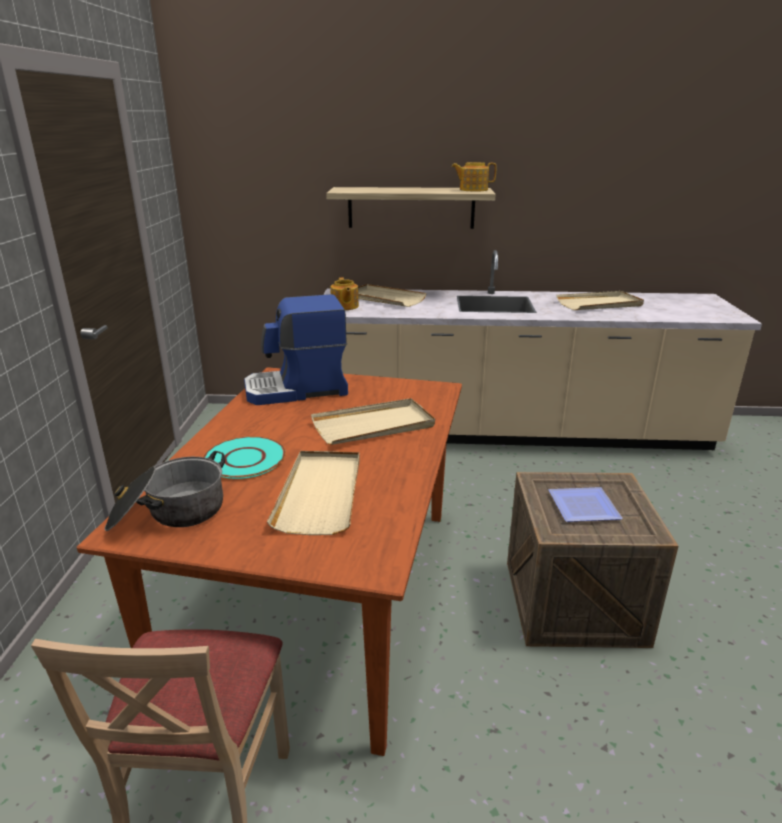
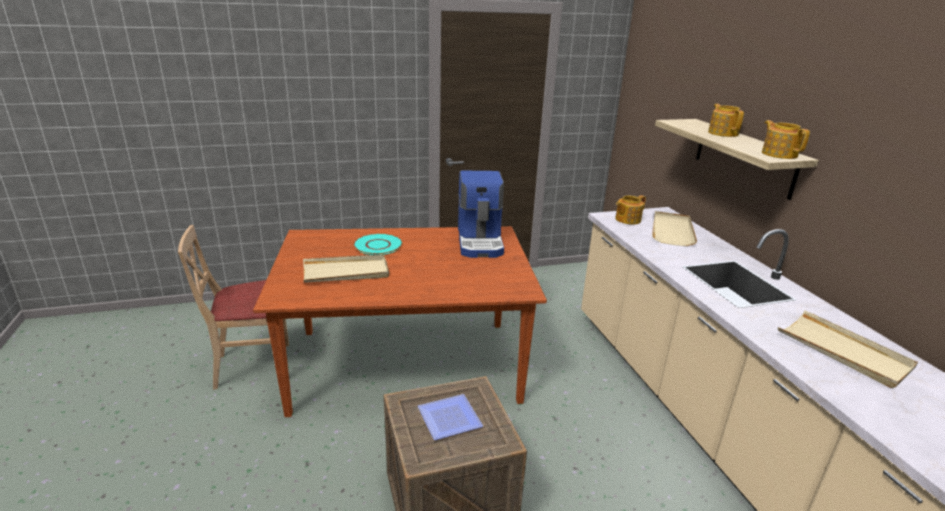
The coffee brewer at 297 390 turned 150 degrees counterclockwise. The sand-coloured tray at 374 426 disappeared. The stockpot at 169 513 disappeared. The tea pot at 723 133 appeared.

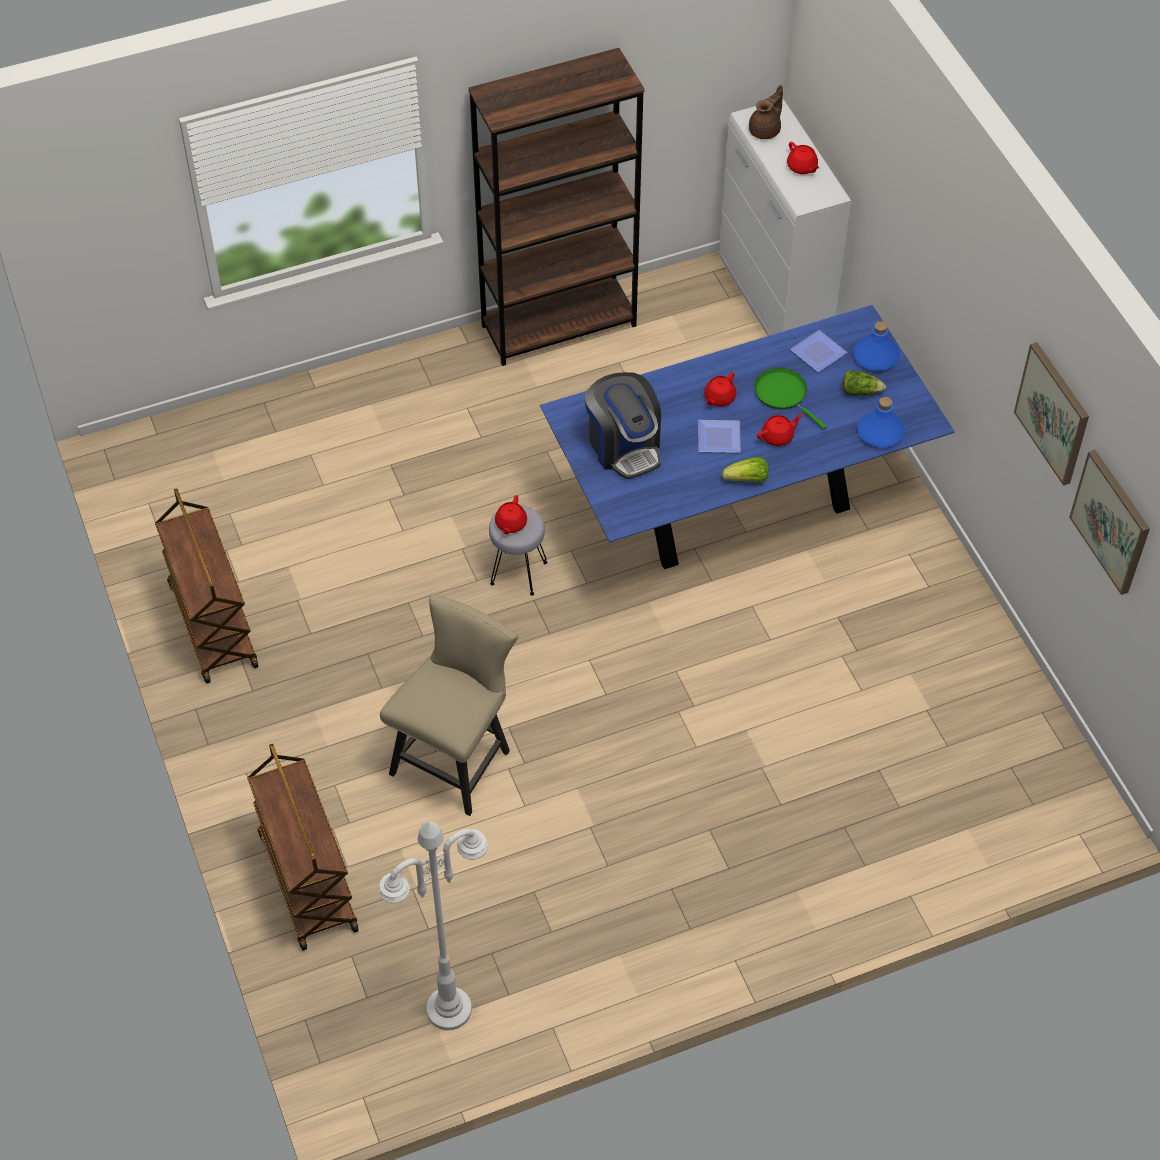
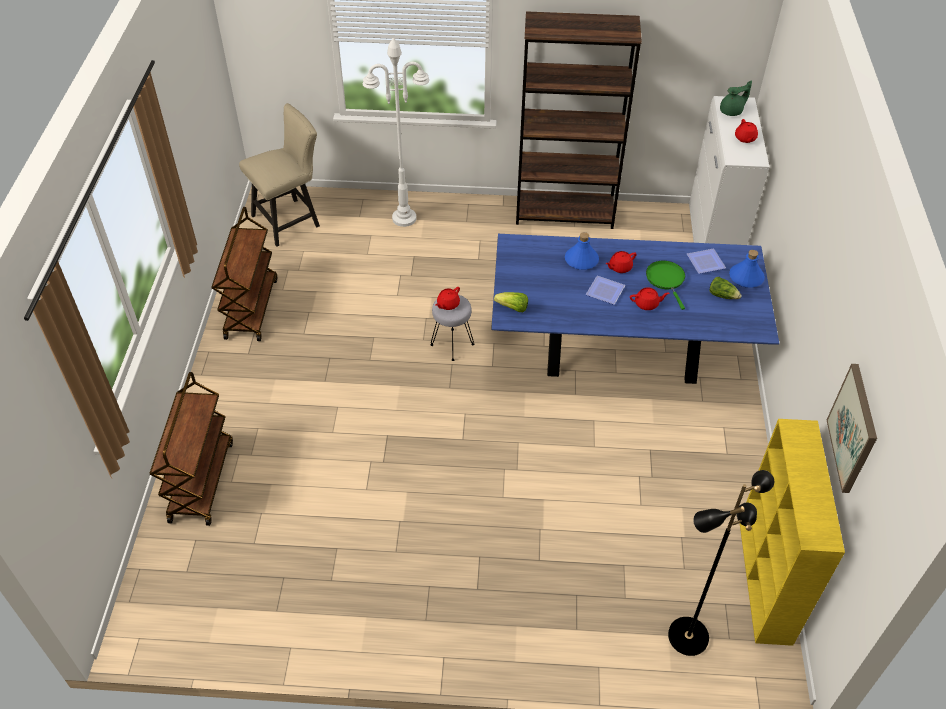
The brown tea pot at 766 130 became the green tea pot at 732 111. The picture at 1053 413 disappeared. The coffee brewer at 624 446 disappeared. The blue-coloured drink bottle moved from 880 432 to 581 260. The head of lettuce moved from 747 479 to 512 308. The sand-coloured chair moved from 456 757 to 290 220. The whitish standard lamp moved from 448 1010 to 404 218. The yellow-coloured bookshelf at 765 581 appeared. The black standard lamp at 687 635 appeared.

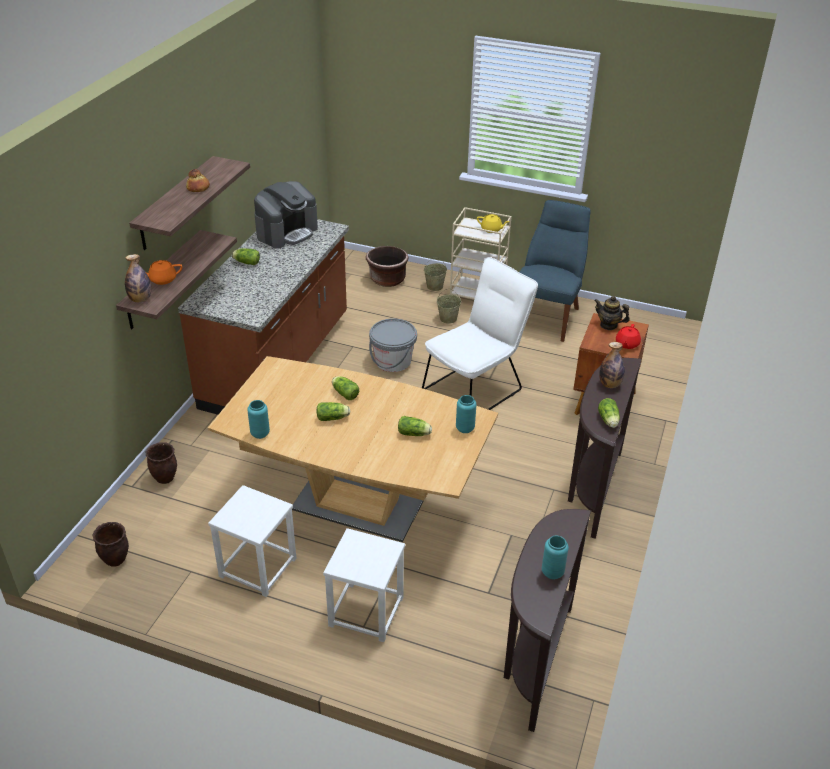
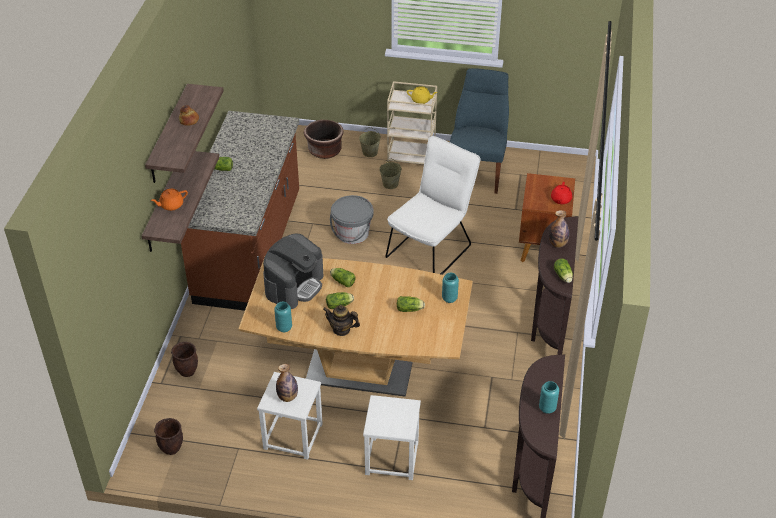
The coffee brewer moved from 287 232 to 294 285. The drink bottle moved from 140 299 to 287 397. The tea pot moved from 608 325 to 341 329.

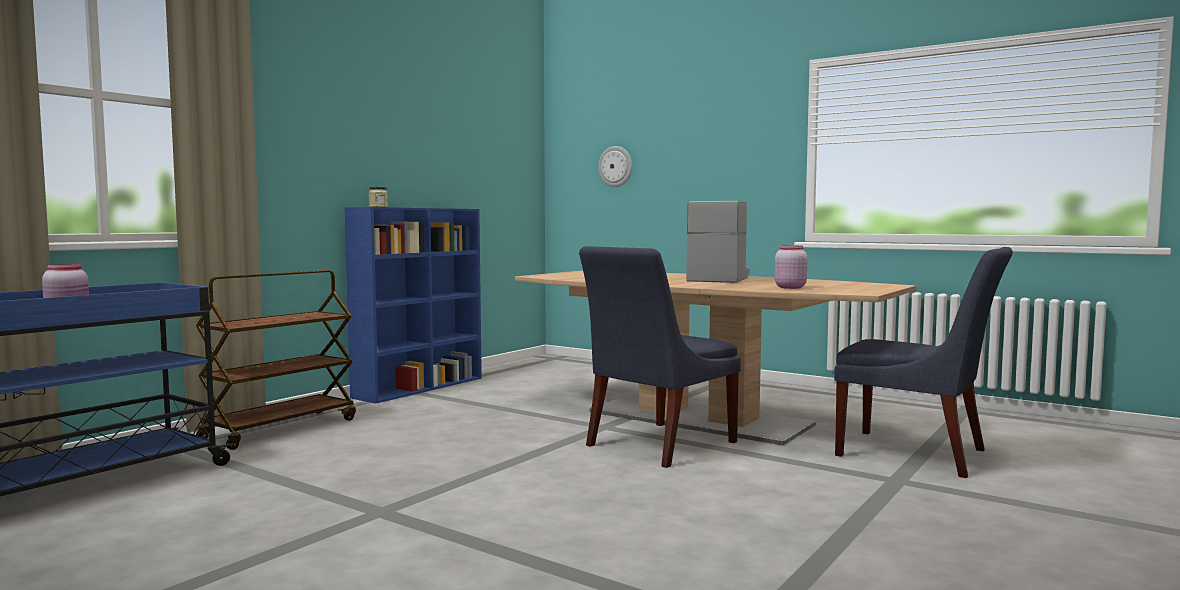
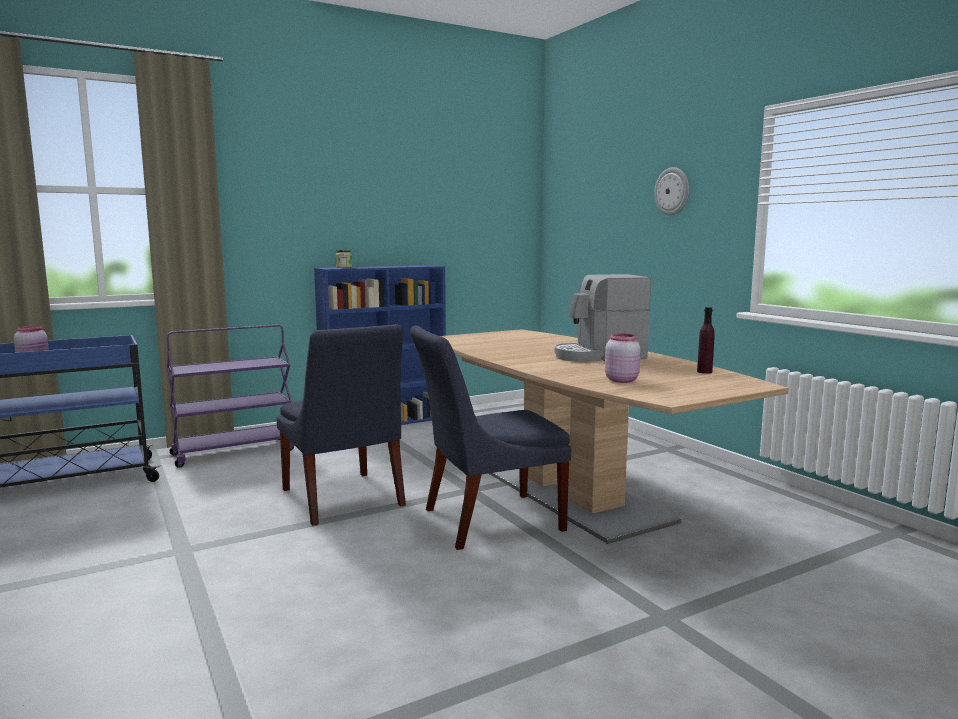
The clock on the wall moved from 615 166 to 672 191. The coffee brewer at 719 279 turned 150 degrees counterclockwise. The blue-coloured chair moved from 918 454 to 343 499. The brown wheeled cart at 280 429 became the purplish wheeled cart at 234 451. The purplish drink bottle at 704 372 appeared.

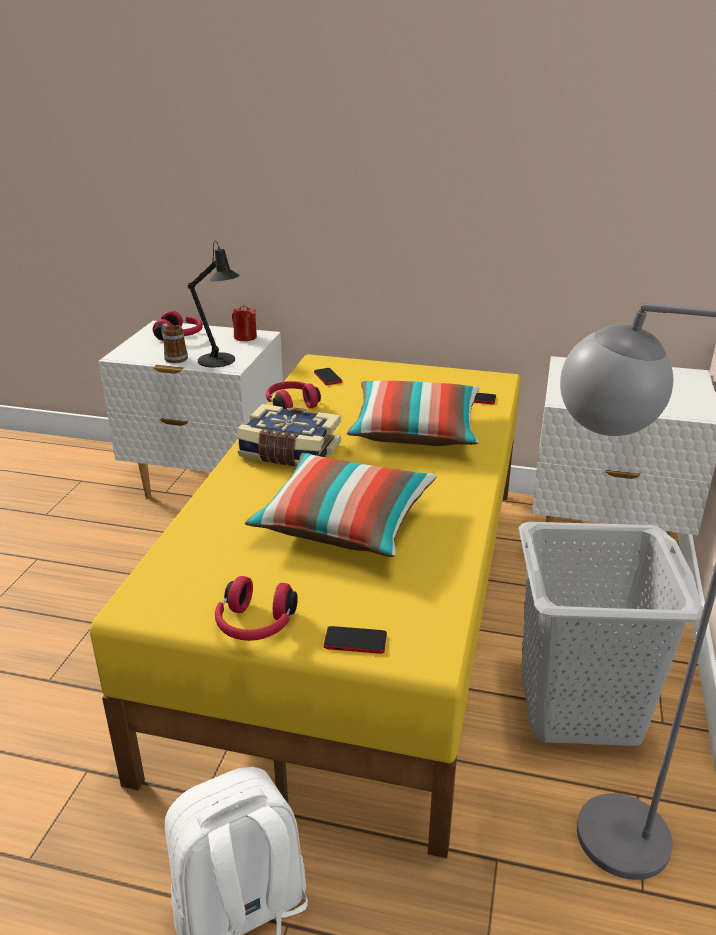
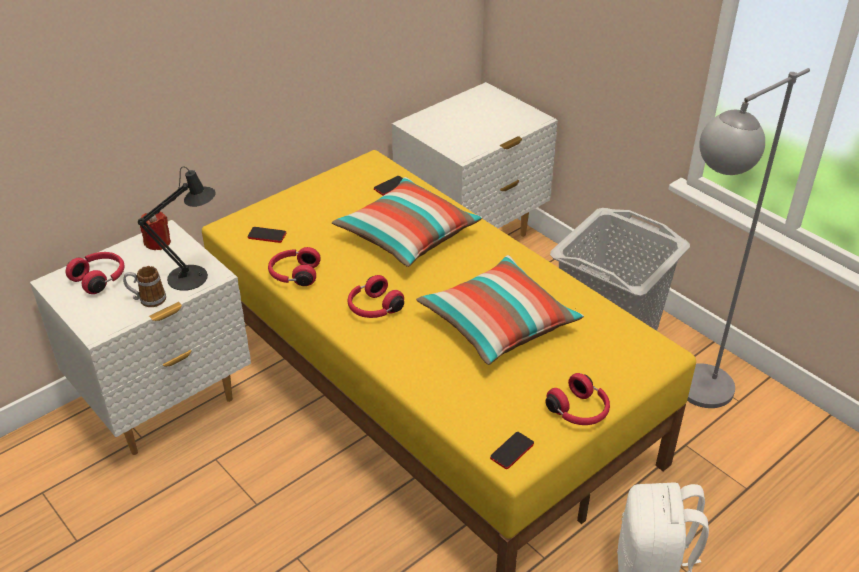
The book at 289 453 was replaced by the reddish pair of headphones at 373 308. The handset moved from 355 641 to 512 451.

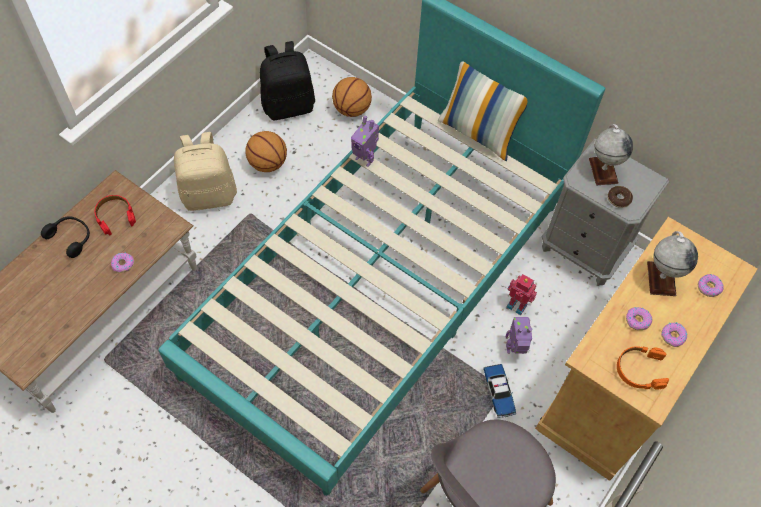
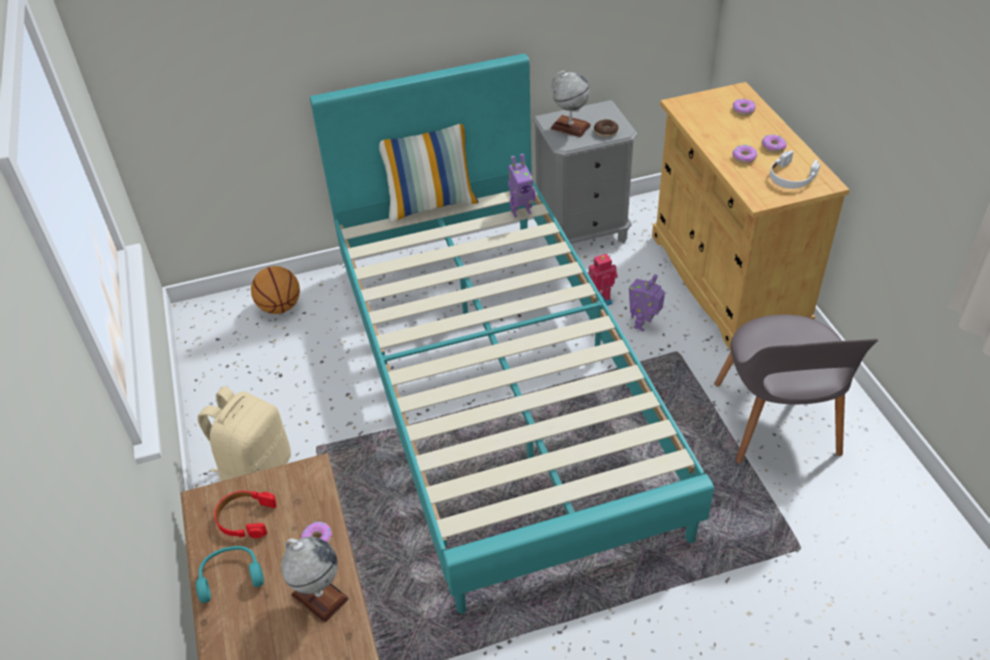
The black rucksack at 289 105 disappeared. The robot figure moved from 365 159 to 520 211. The ball for basketball at 268 163 disappeared. The black pair of headphones at 71 238 became the blue-green pair of headphones at 230 576. The globe moved from 661 278 to 319 596. The orange pair of headphones at 639 370 became the whitish pair of headphones at 791 177. The toy car at 498 392 disappeared.

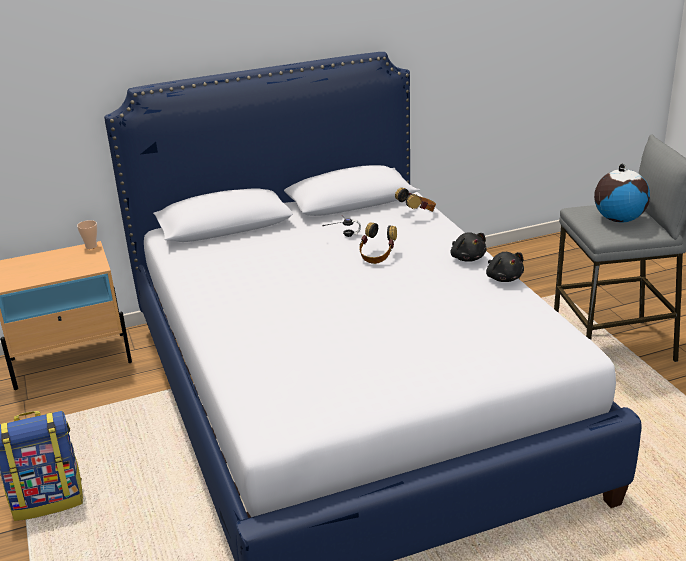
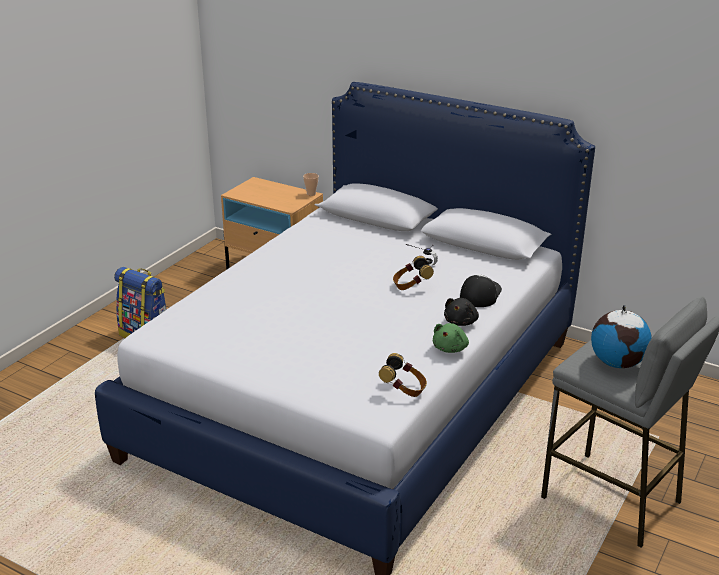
The pair of headphones moved from 417 213 to 404 390. The black plush toy at 503 278 became the green plush toy at 451 348. The baseball cap at 480 294 appeared.

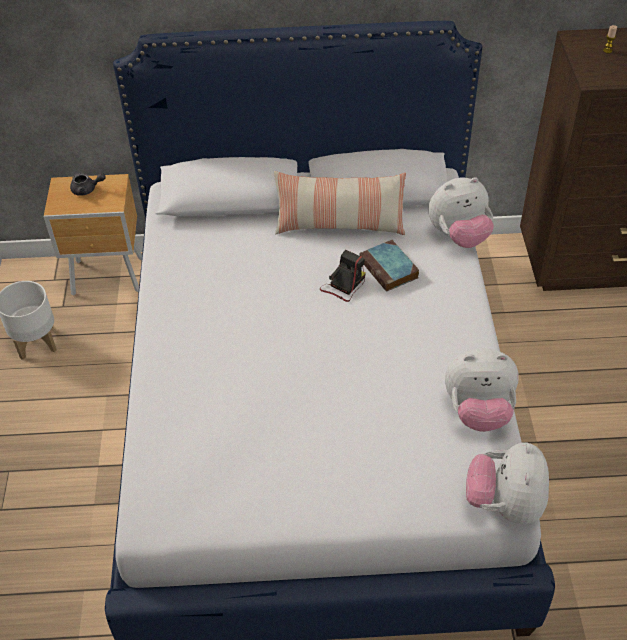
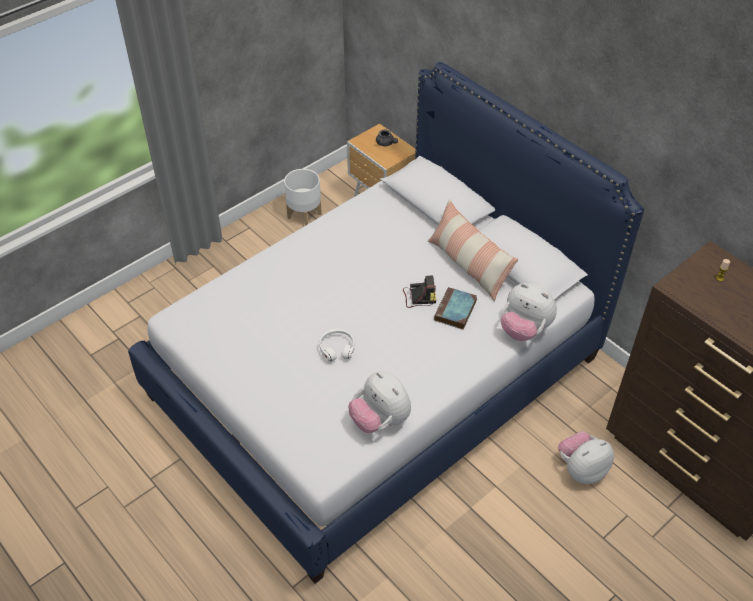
The plush toy moved from 504 503 to 581 469. The whitish pair of headphones at 337 348 appeared.

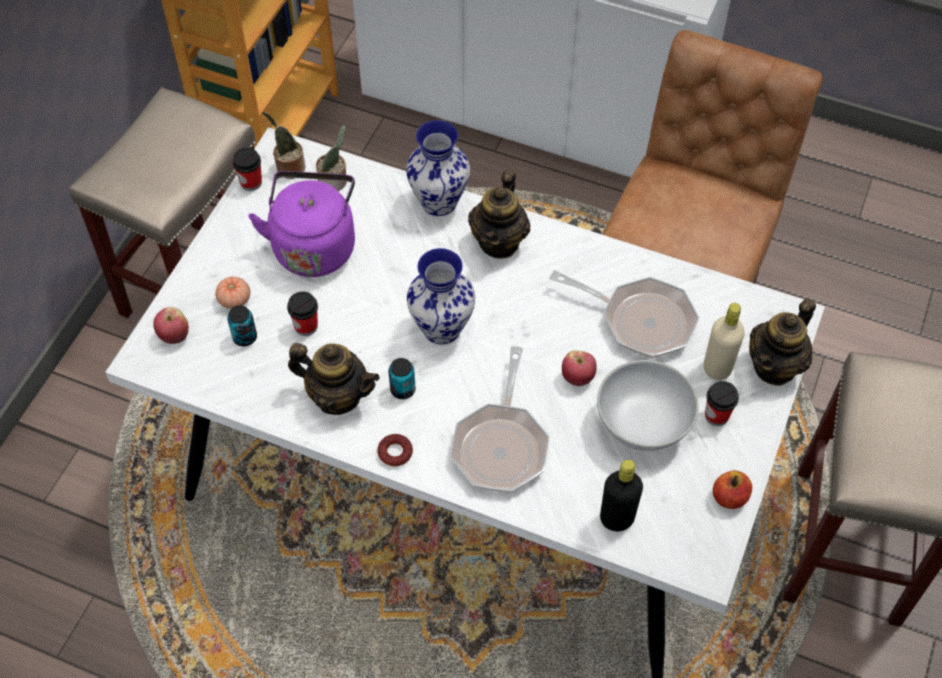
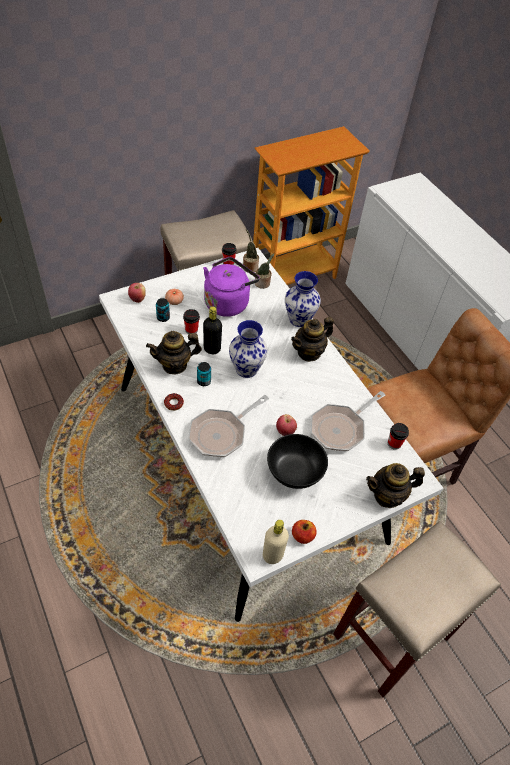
The pan at 640 320 turned 75 degrees clockwise. The sand-coloured drink bottle moved from 717 368 to 272 555. The tea pot at 337 396 turned 105 degrees clockwise. The whitish deep dish at 643 424 became the black deep dish at 295 473. The cup moved from 716 415 to 394 443. The black drink bottle moved from 617 518 to 212 349.

